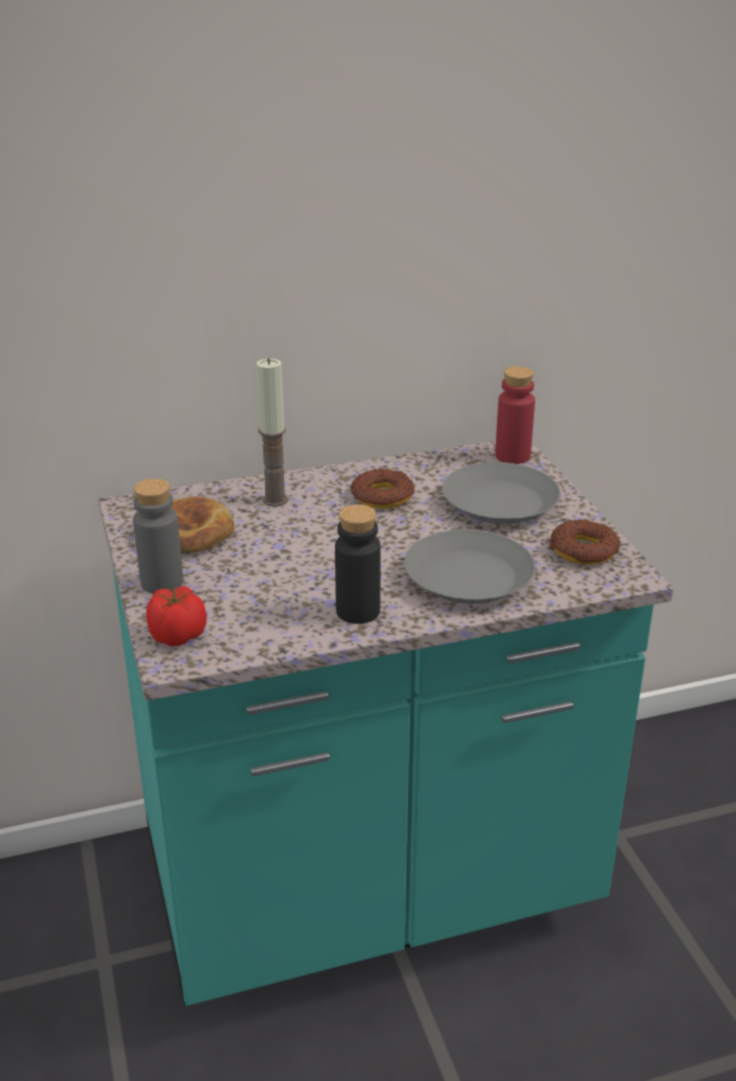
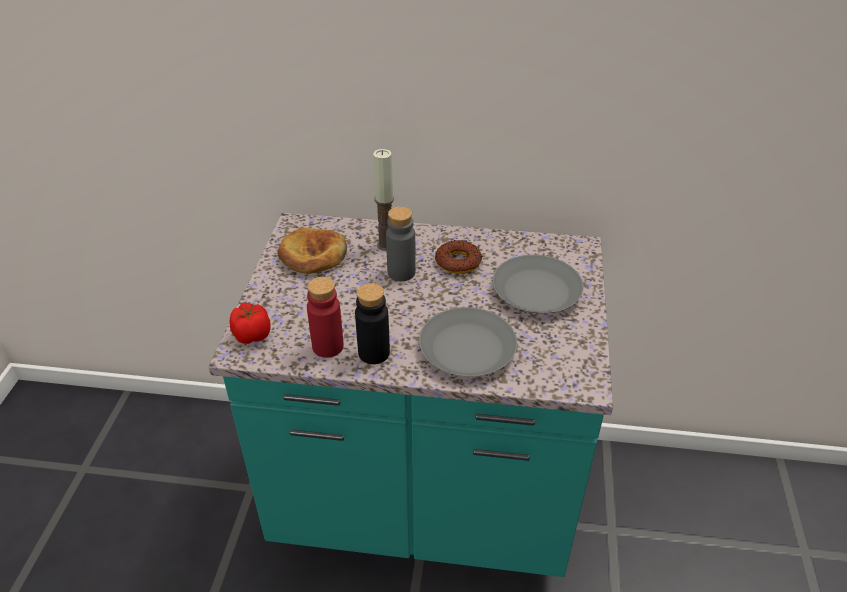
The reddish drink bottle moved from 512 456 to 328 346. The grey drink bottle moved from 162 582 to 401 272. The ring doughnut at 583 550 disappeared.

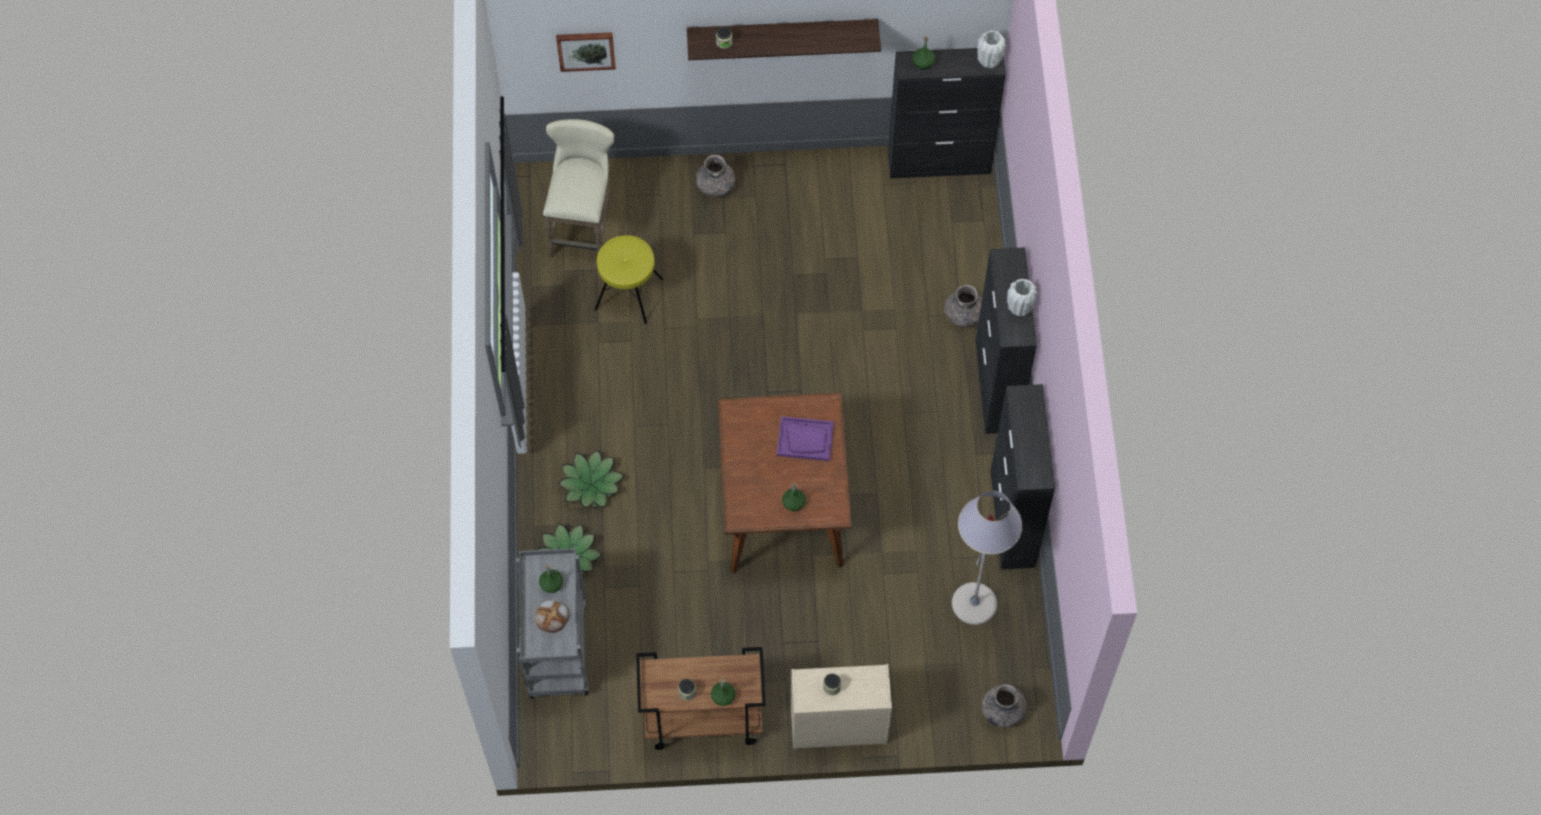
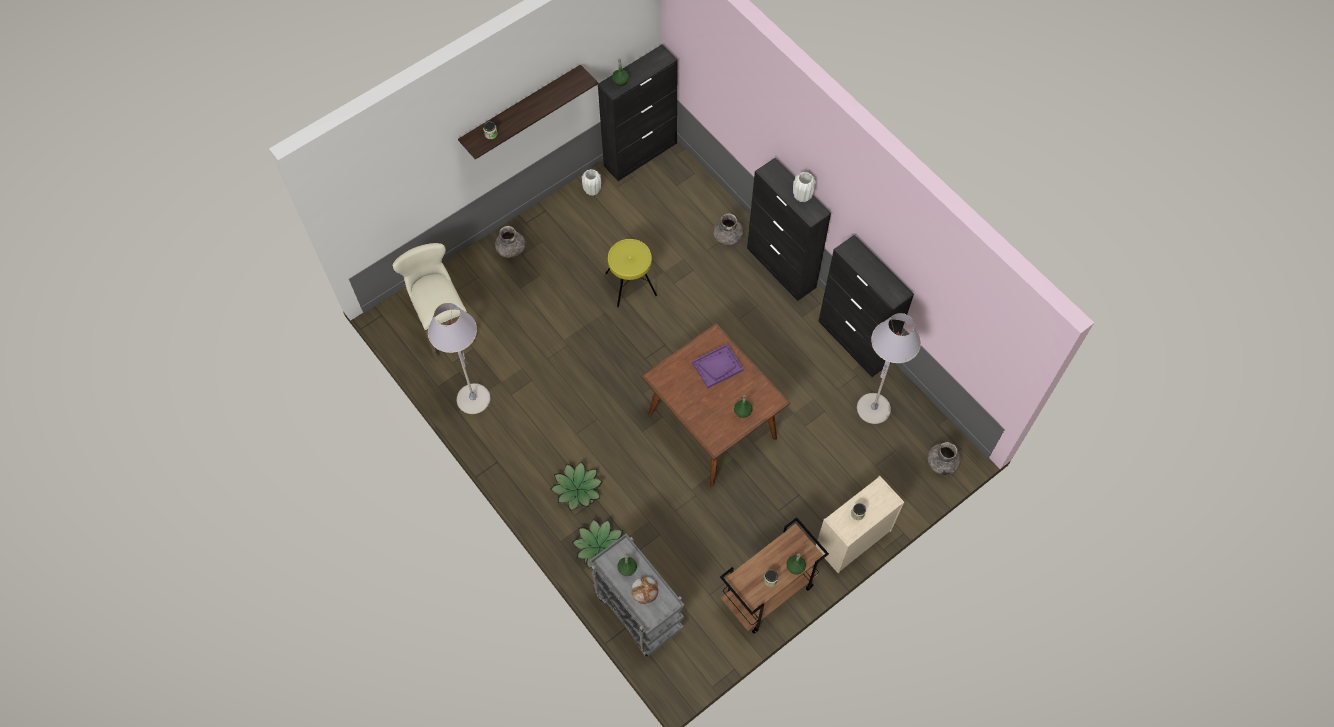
The whitish flower vase moved from 989 61 to 592 190. The picture at 586 50 disappeared. The yellow-coloured stool moved from 629 294 to 631 284. The grey standard lamp at 473 399 appeared.

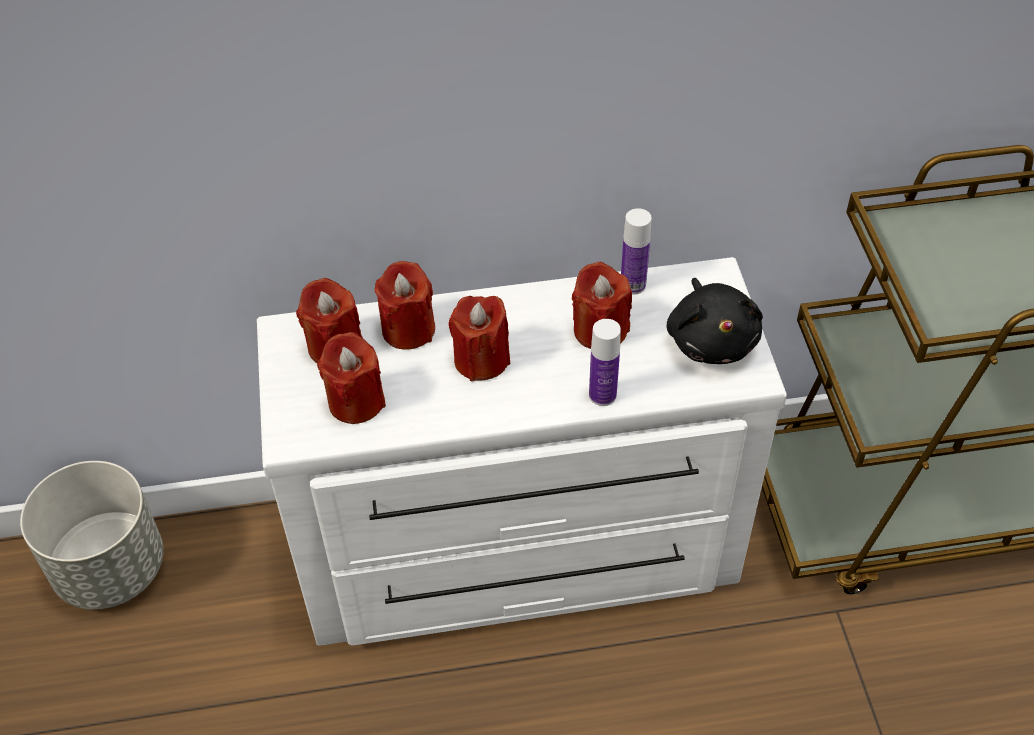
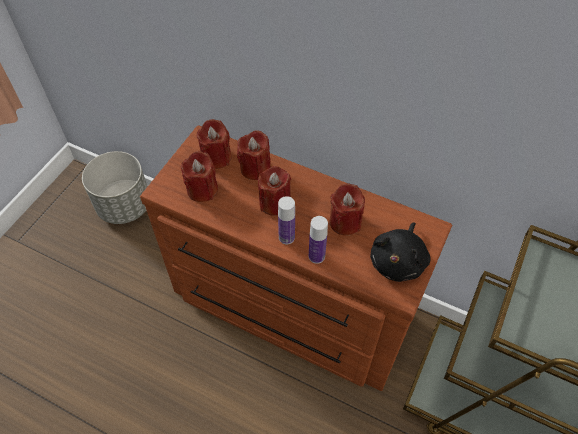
The drink bottle moved from 633 285 to 286 237. The whitish chest of drawers at 521 554 became the brown chest of drawers at 289 308.

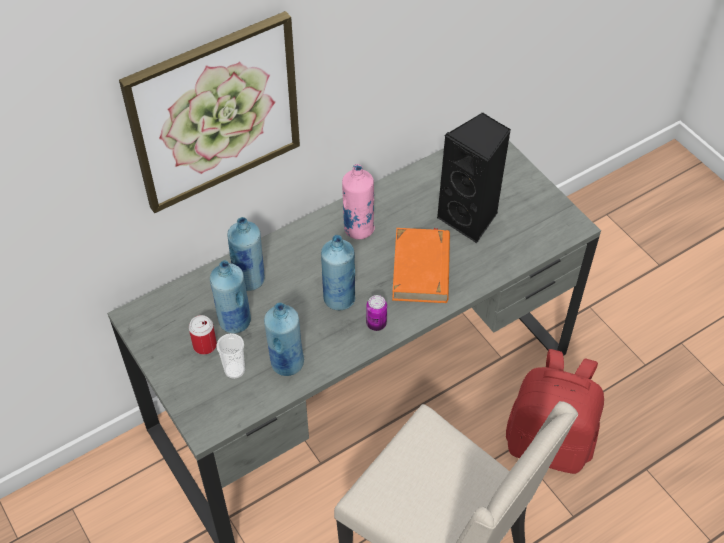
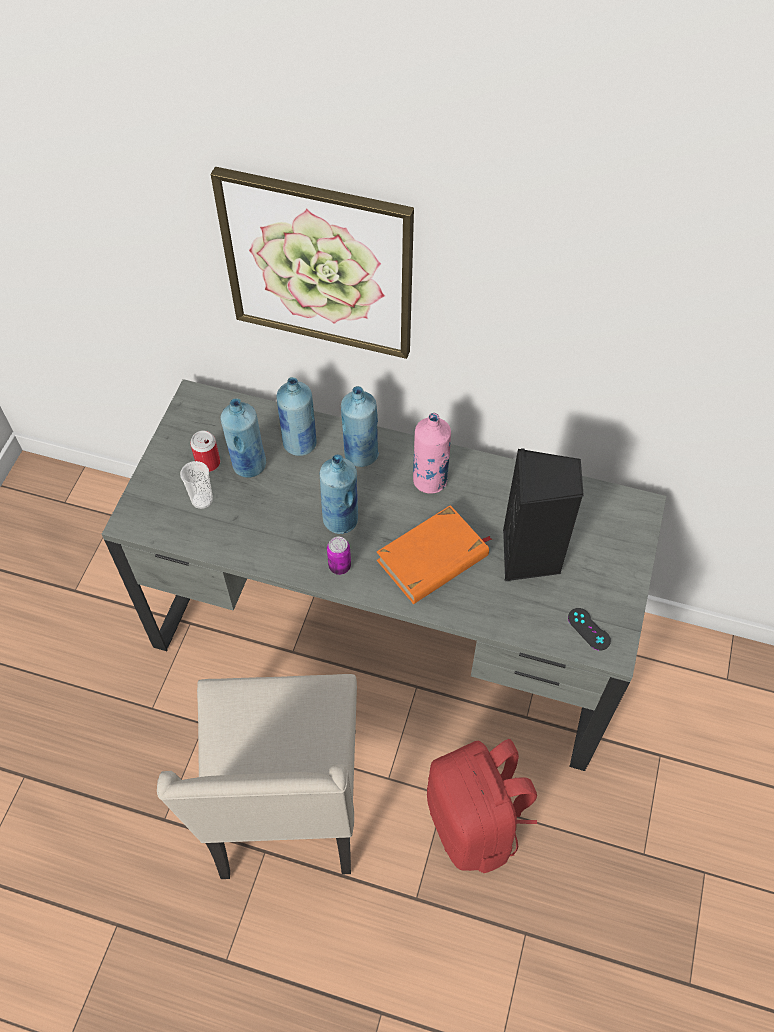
The blue-coloured drink bottle moved from 286 363 to 361 454. The black gamepad at 589 629 appeared.

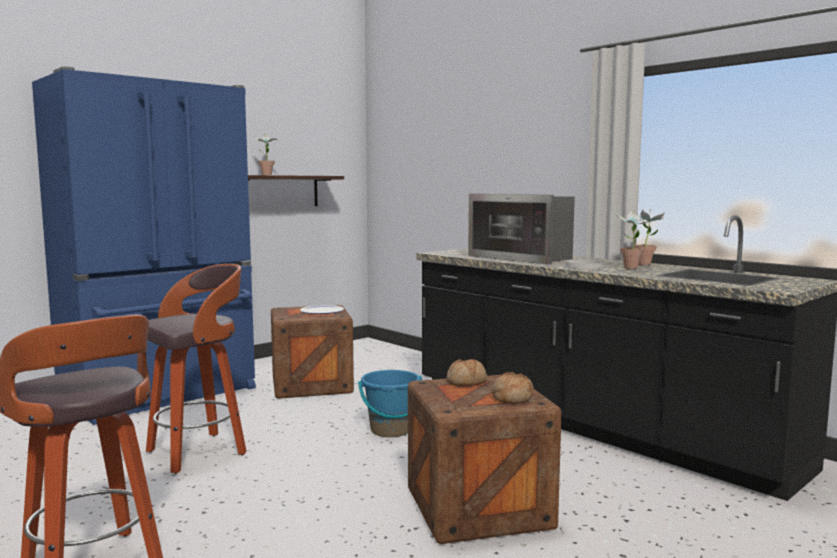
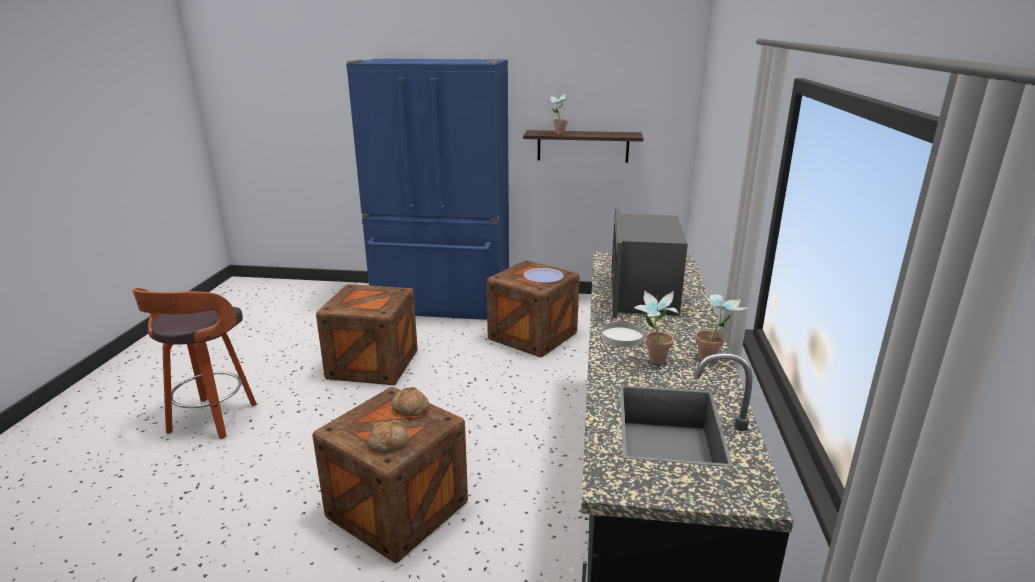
The stool at 199 452 was replaced by the shipping crate at 373 364. The blue-coloured water bucket at 391 430 disappeared.

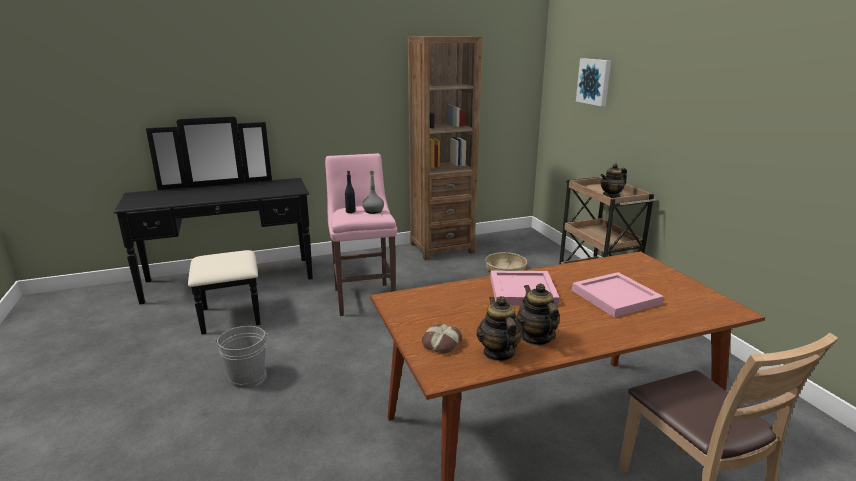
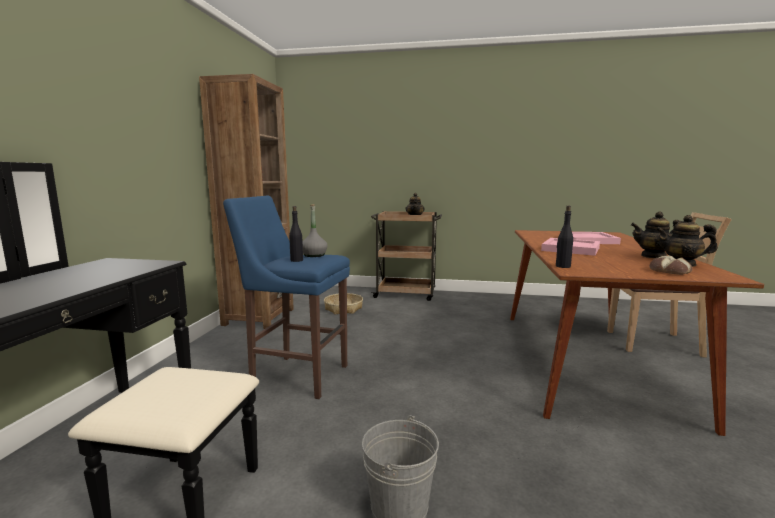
The picture at 594 81 disappeared. The pinkish stool at 364 297 became the blue-coloured stool at 296 375. The black drink bottle at 562 266 appeared.

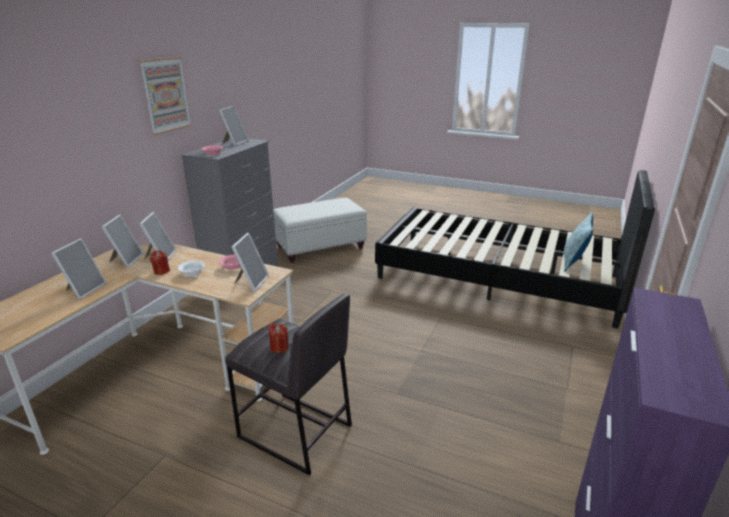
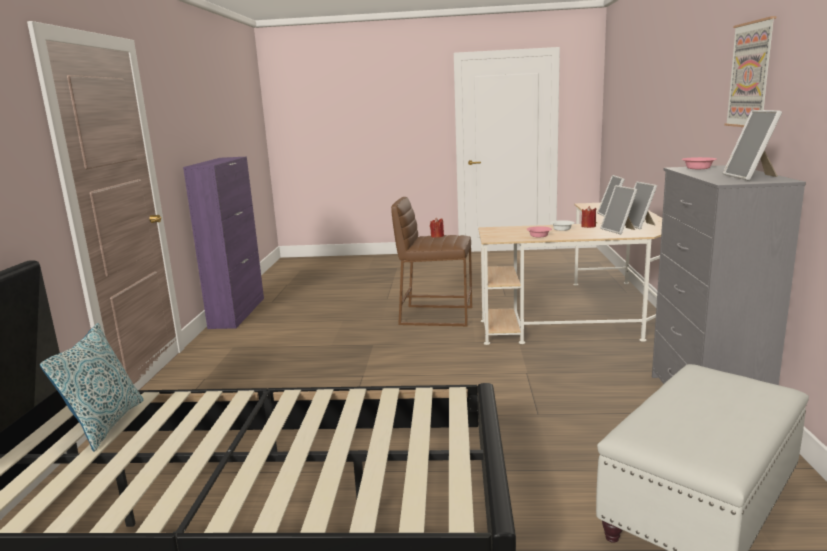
The standing frame at 251 282 disappeared. The grey stool at 295 432 became the brown stool at 436 315.

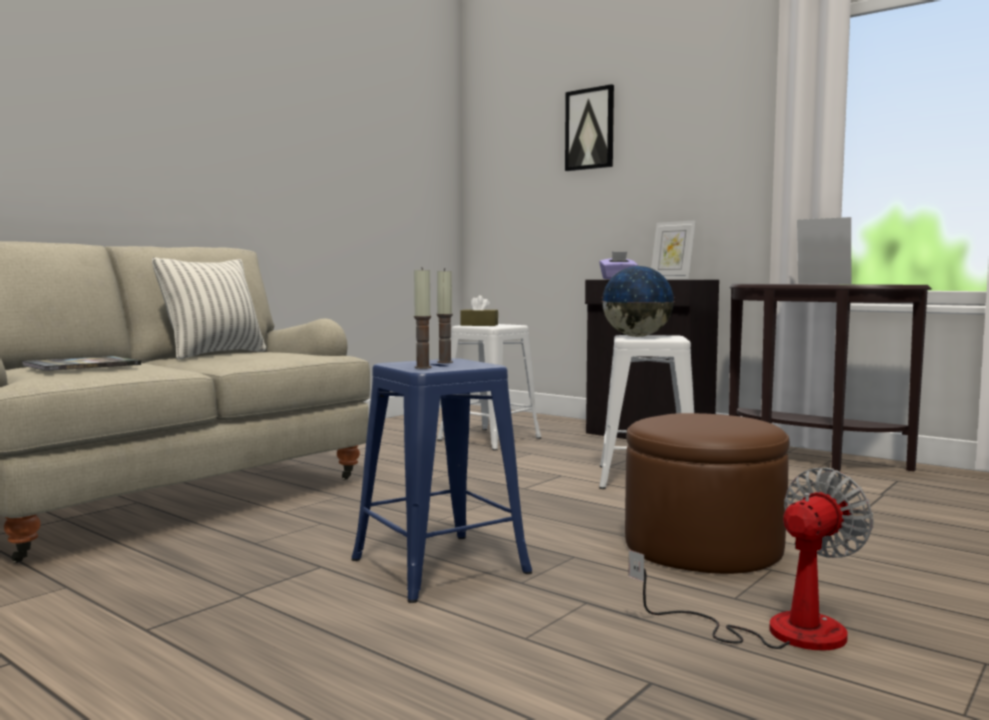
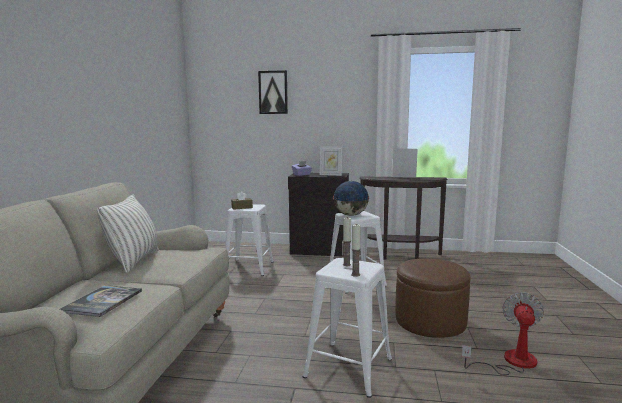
The blue-coloured stool at 439 566 became the whitish stool at 349 368.

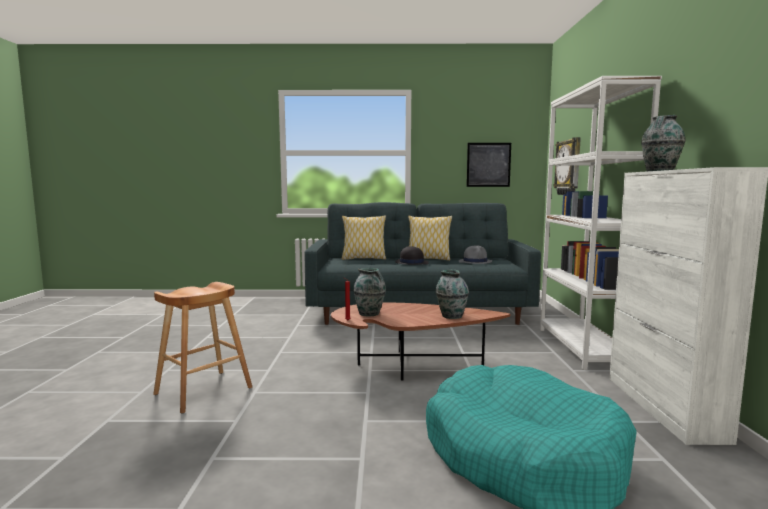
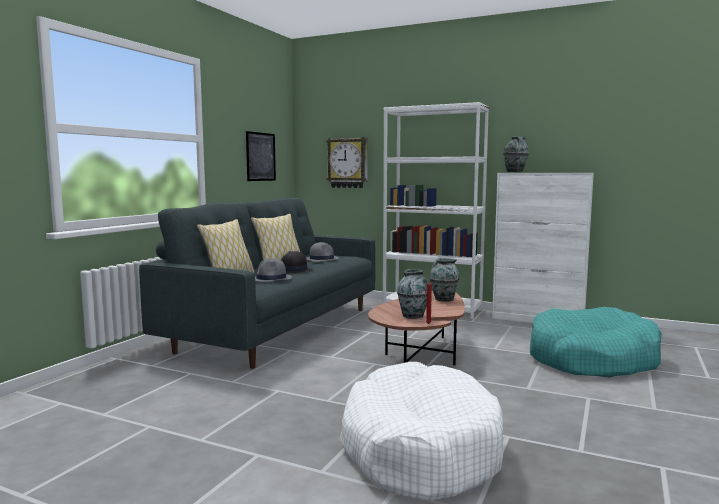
The brown stool at 204 391 was replaced by the whitish dog bed at 419 449. The grey clothing hat at 271 279 appeared.

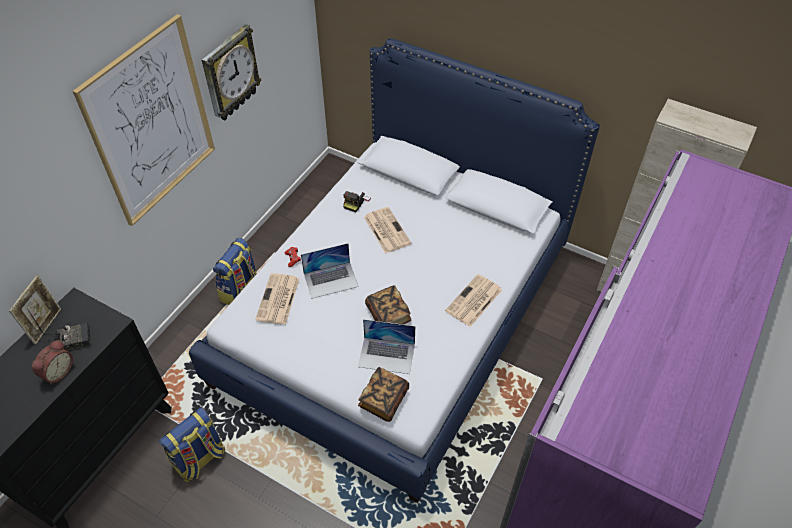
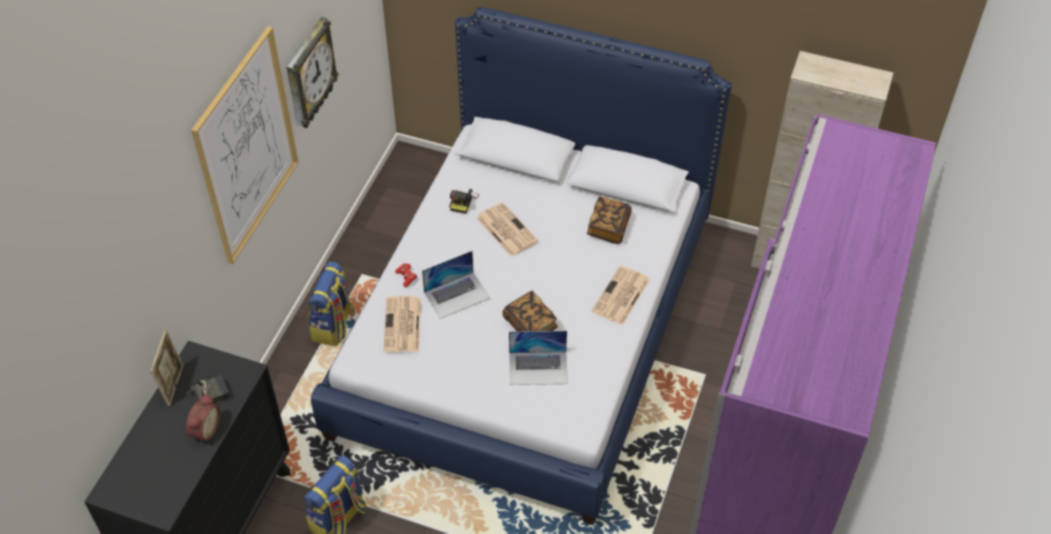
The book moved from 383 400 to 608 227.

